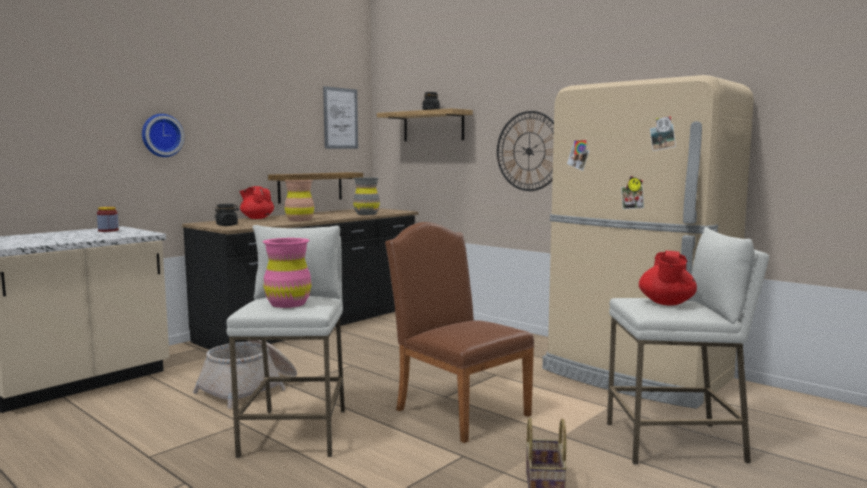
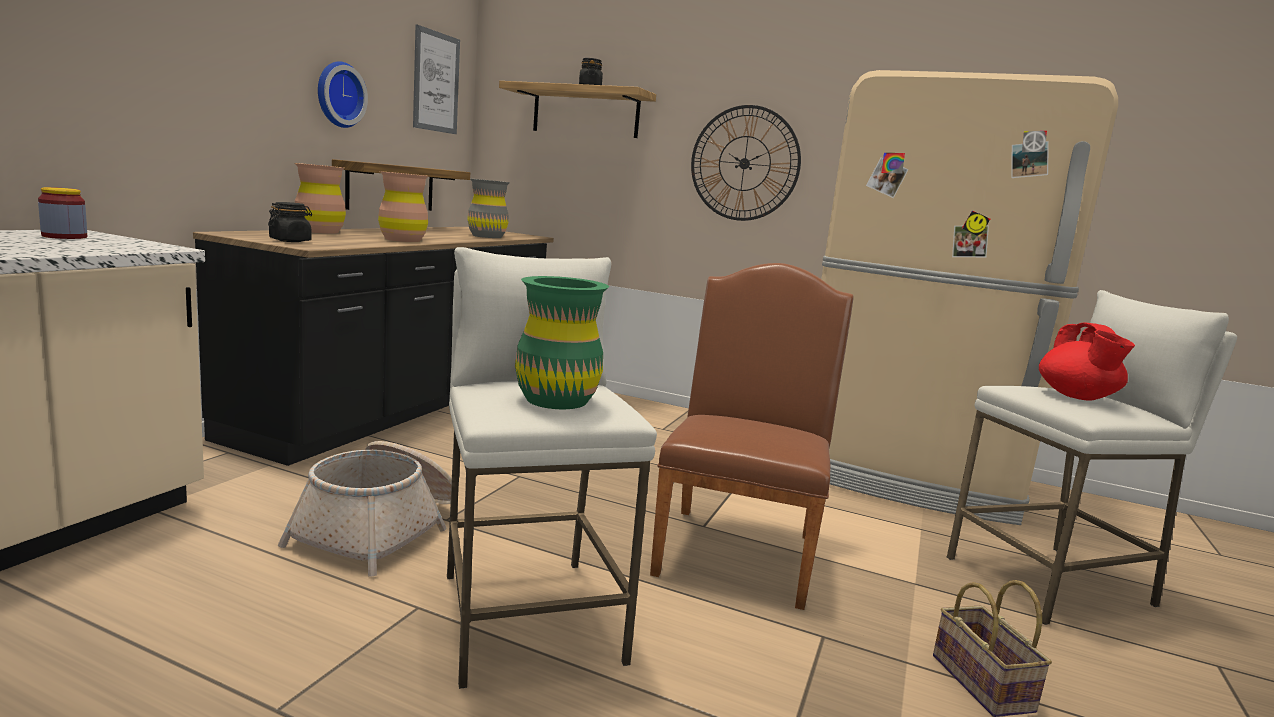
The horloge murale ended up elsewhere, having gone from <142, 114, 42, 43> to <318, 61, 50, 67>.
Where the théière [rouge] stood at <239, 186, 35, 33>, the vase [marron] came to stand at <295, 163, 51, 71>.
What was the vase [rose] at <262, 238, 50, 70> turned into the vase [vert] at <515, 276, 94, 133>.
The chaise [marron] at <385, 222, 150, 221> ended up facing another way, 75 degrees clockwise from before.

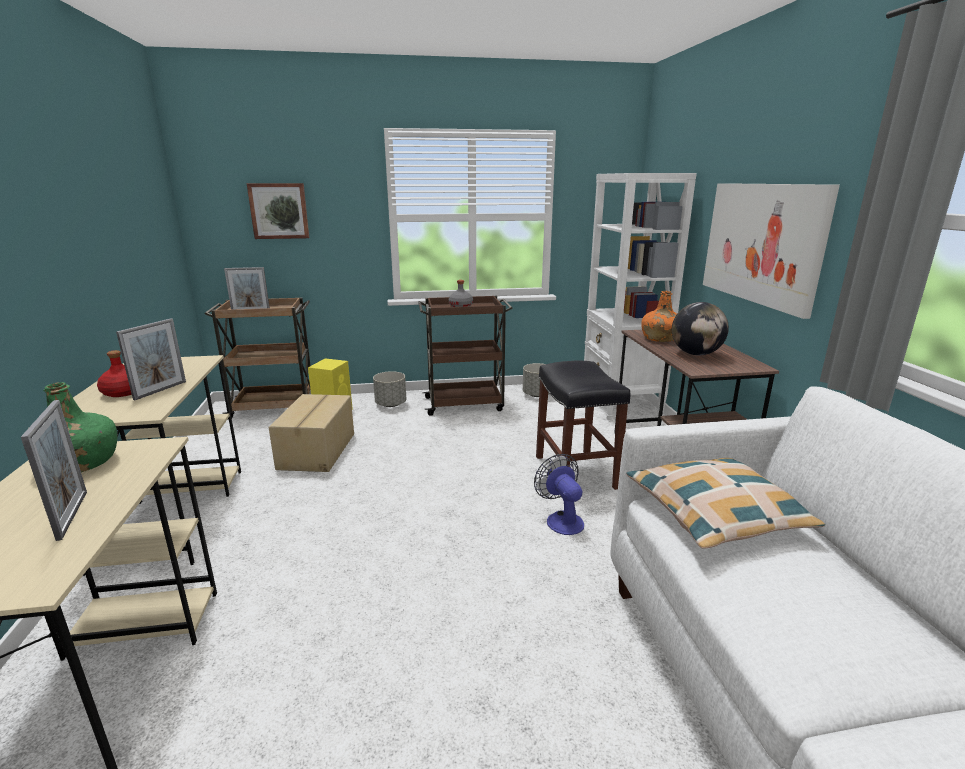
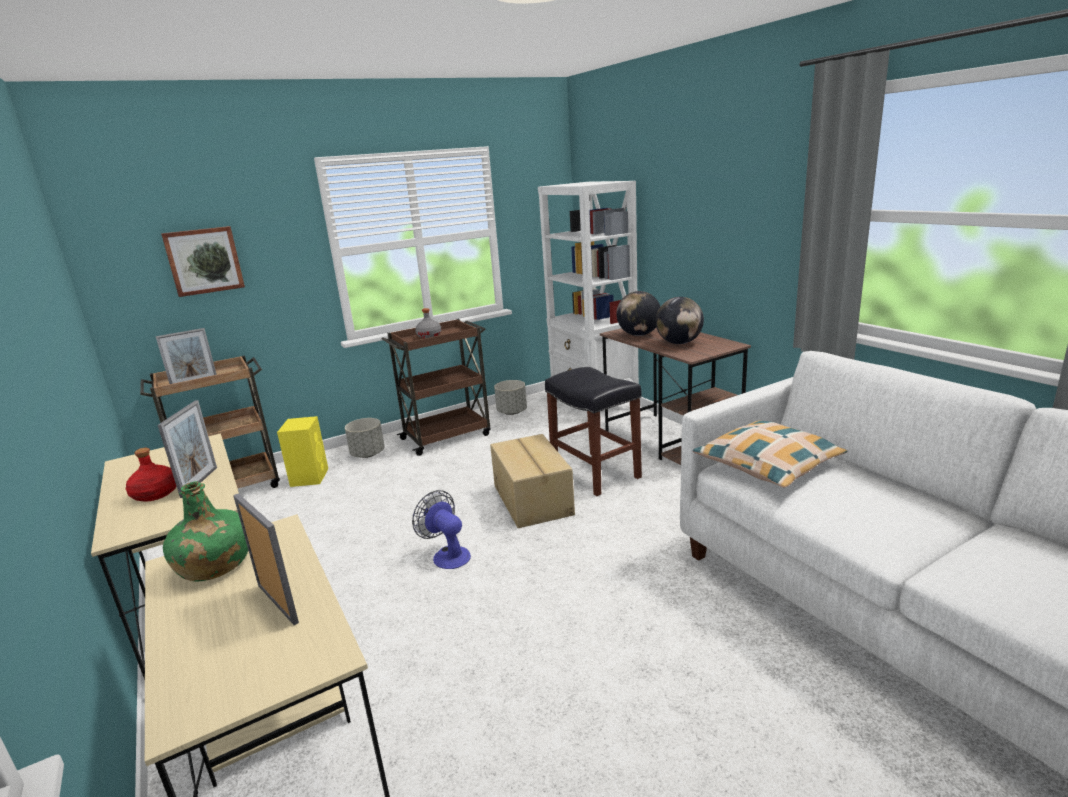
The second view lost the tableau at <703, 183, 137, 136>.
The carton ended up elsewhere, having gone from <269, 394, 85, 78> to <490, 434, 85, 94>.
The ventilateur ended up elsewhere, having gone from <534, 454, 50, 81> to <412, 490, 59, 79>.
Where the bouteille [orange] stood at <641, 291, 36, 51>, the globe came to stand at <616, 291, 44, 45>.

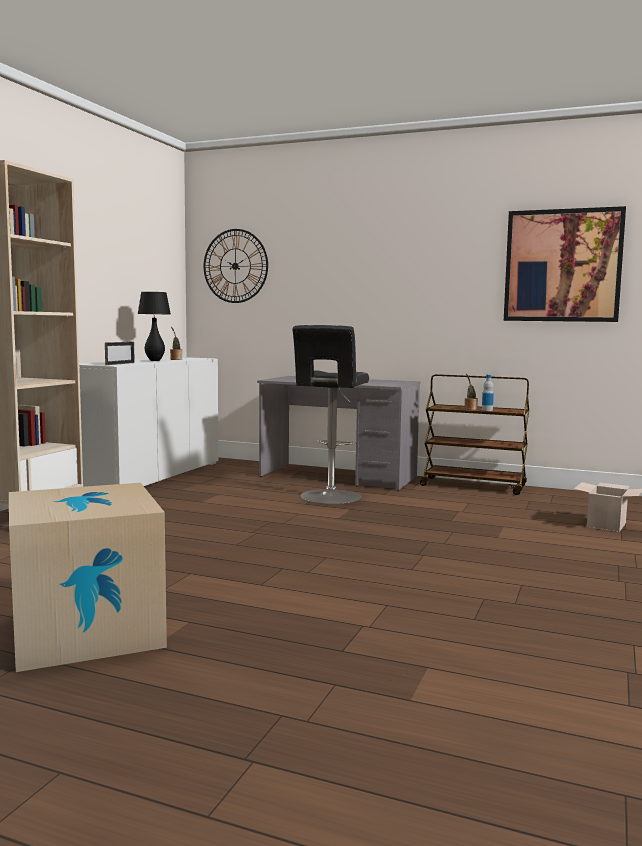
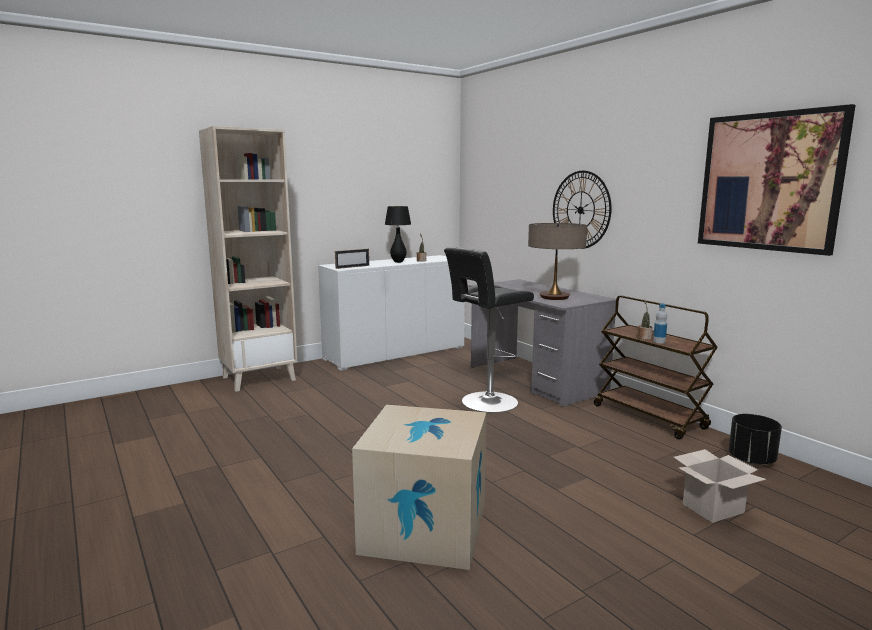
The second view gained the lampe de table at <528, 223, 59, 77>.
The second view gained the cache-pot [noir] at <729, 414, 53, 51>.
The carton ended up elsewhere, having gone from <9, 483, 158, 189> to <352, 405, 134, 165>.
The horloge murale ended up elsewhere, having gone from <204, 229, 64, 74> to <553, 171, 59, 78>.

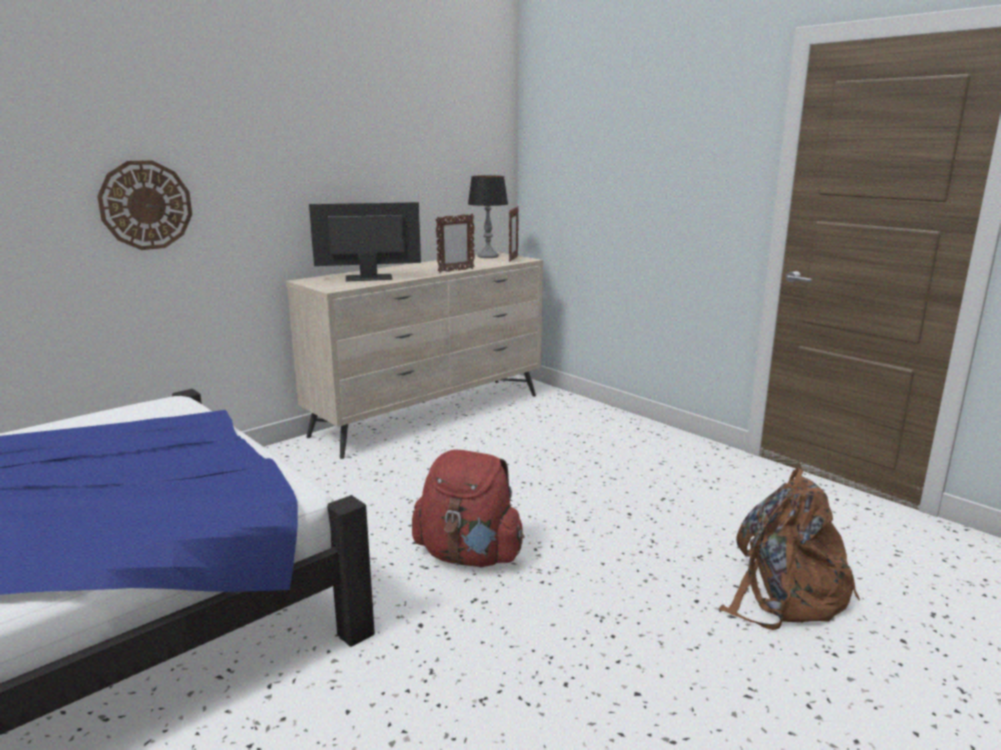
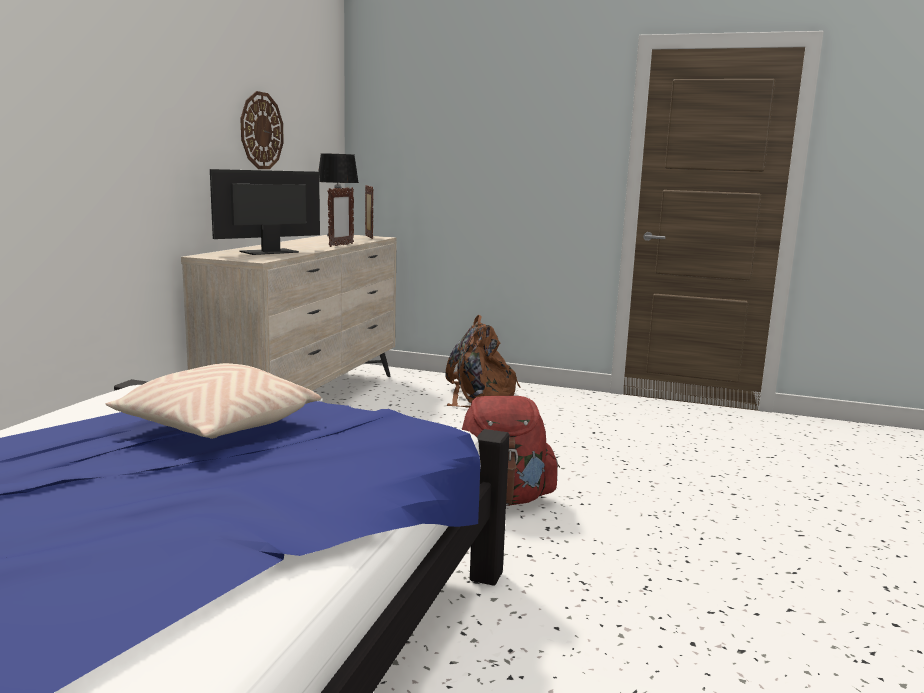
The second view gained the coussin [beige] at <105, 363, 216, 76>.
The horloge murale ended up elsewhere, having gone from <97, 160, 95, 90> to <240, 91, 44, 78>.
The sac à dos [marron] ended up elsewhere, having gone from <719, 468, 141, 162> to <446, 315, 75, 93>.

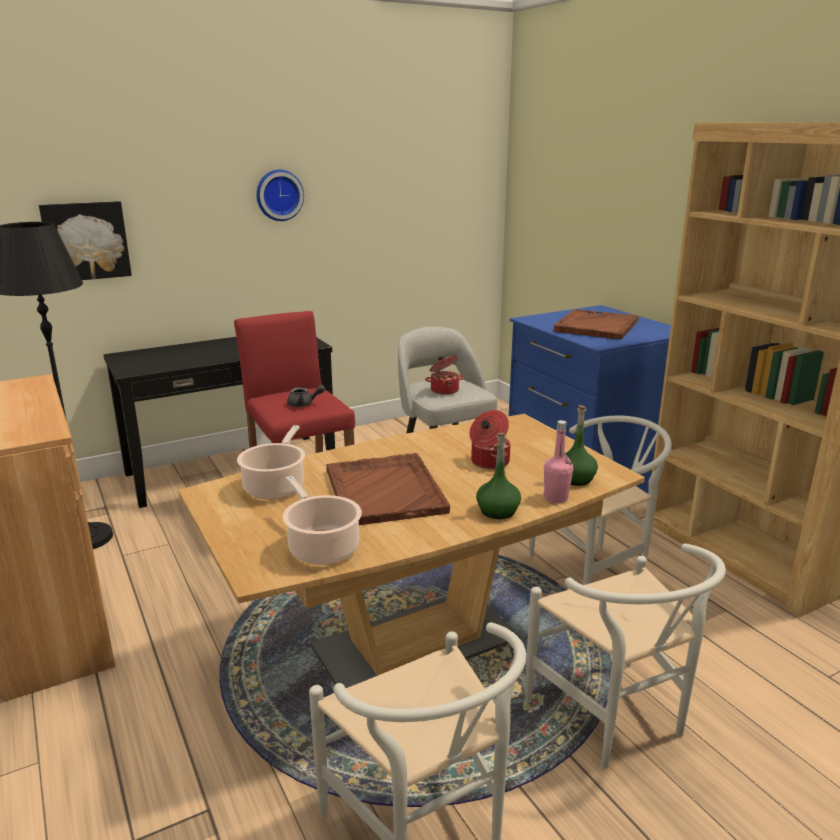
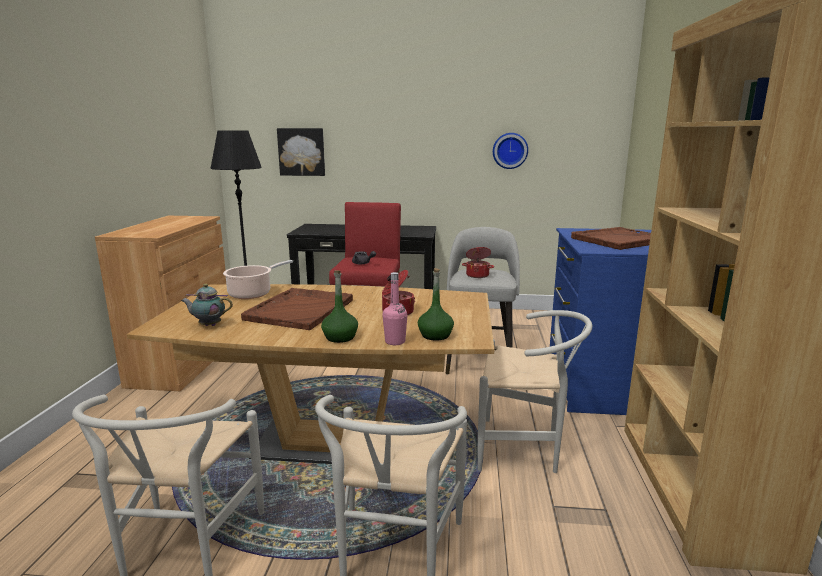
The horloge murale ended up elsewhere, having gone from <256, 170, 48, 51> to <493, 133, 35, 36>.
Where the marmite stood at <283, 476, 79, 89>, the théière came to stand at <181, 284, 52, 42>.

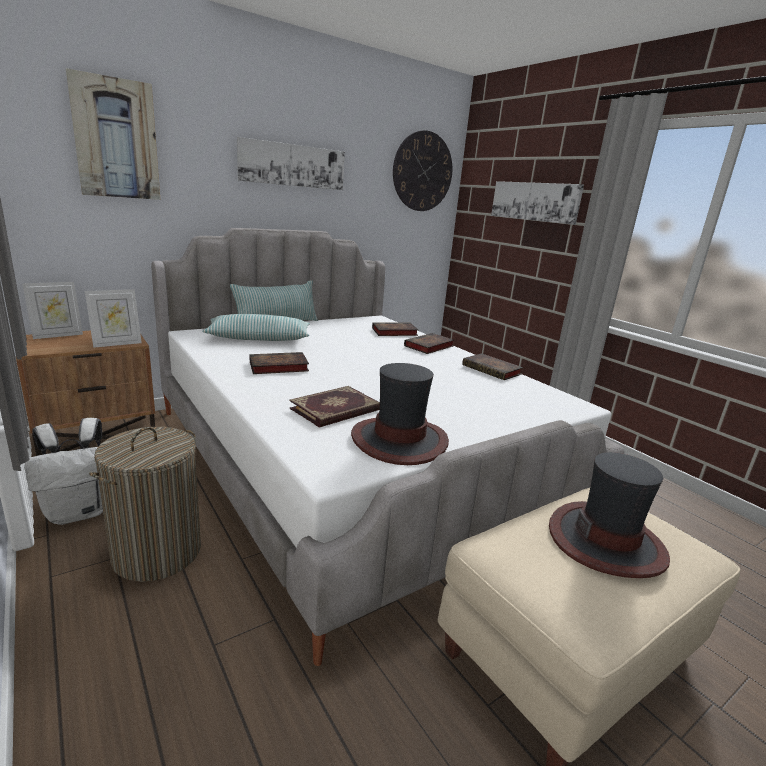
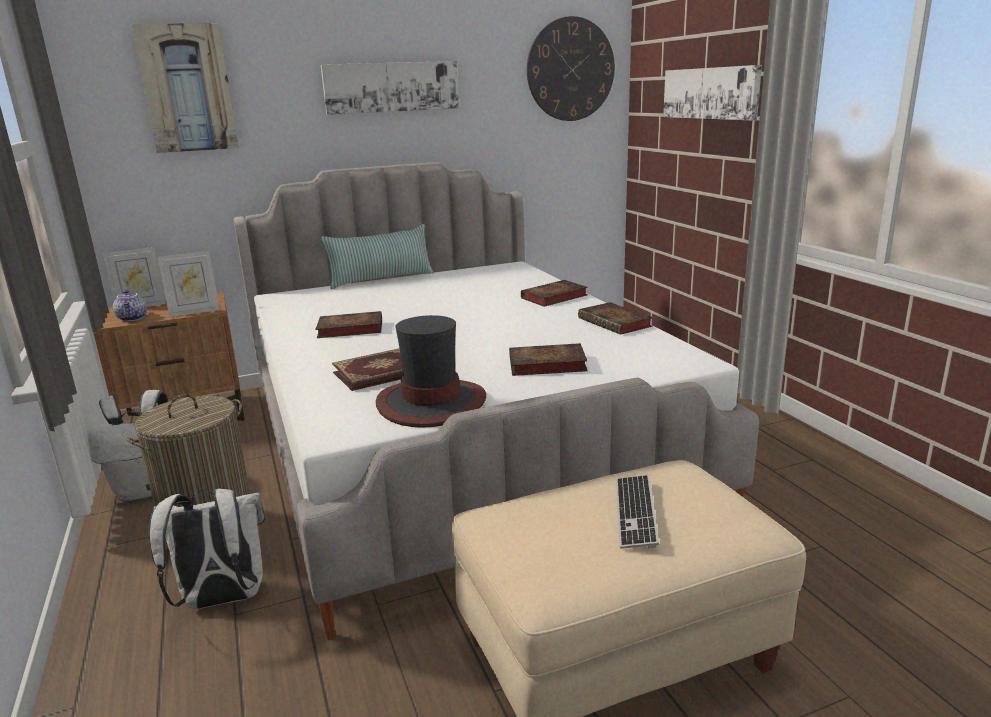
The second view lost the coussin at <202, 314, 108, 27>.
The second view gained the théière at <113, 290, 34, 32>.
The second view gained the sac à dos [blanc] at <149, 489, 116, 120>.
The livre ended up elsewhere, having gone from <372, 323, 46, 13> to <509, 343, 79, 33>.
Where the chapeau stood at <549, 452, 121, 126>, the clavier came to stand at <616, 475, 43, 74>.

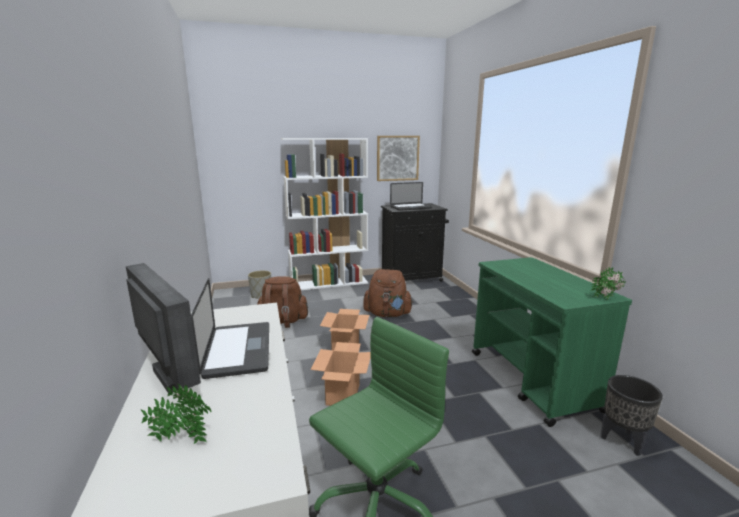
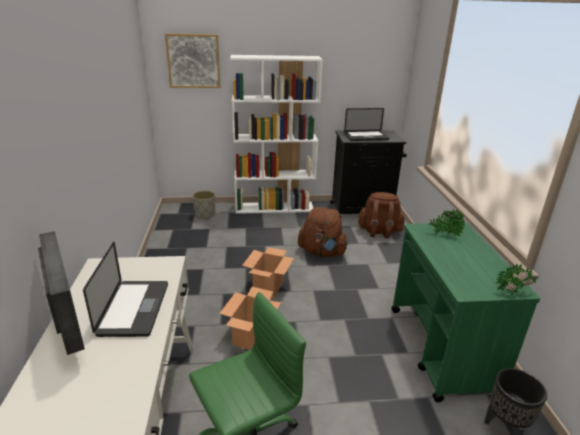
The plante en pot ended up elsewhere, having gone from <141, 384, 70, 60> to <429, 209, 36, 28>.
The sac à dos [marron] ended up elsewhere, having gone from <257, 276, 51, 52> to <357, 192, 48, 46>.
The tableau ended up elsewhere, having gone from <377, 136, 43, 45> to <165, 33, 55, 55>.

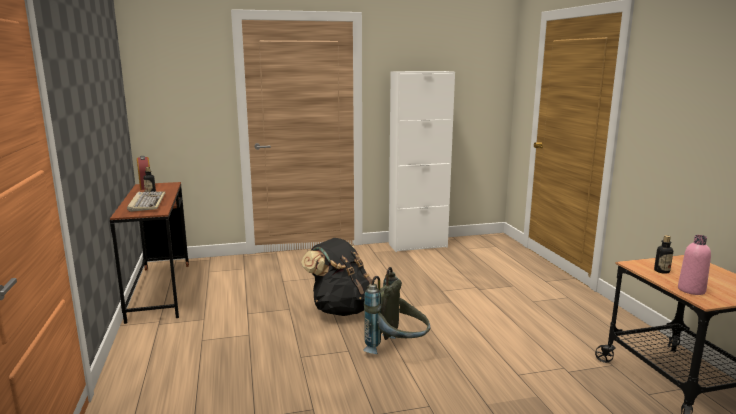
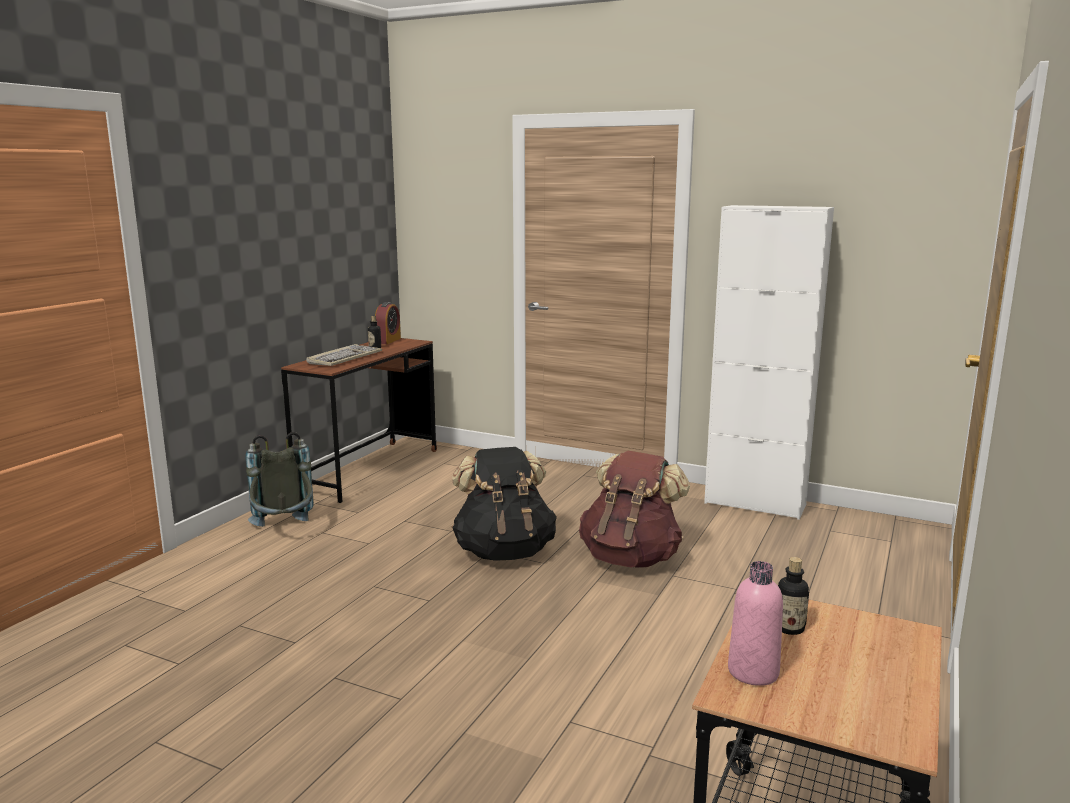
The second view gained the sac à dos [marron] at <579, 451, 111, 117>.
The sac à dos [gris] ended up elsewhere, having gone from <363, 267, 67, 87> to <245, 432, 69, 95>.

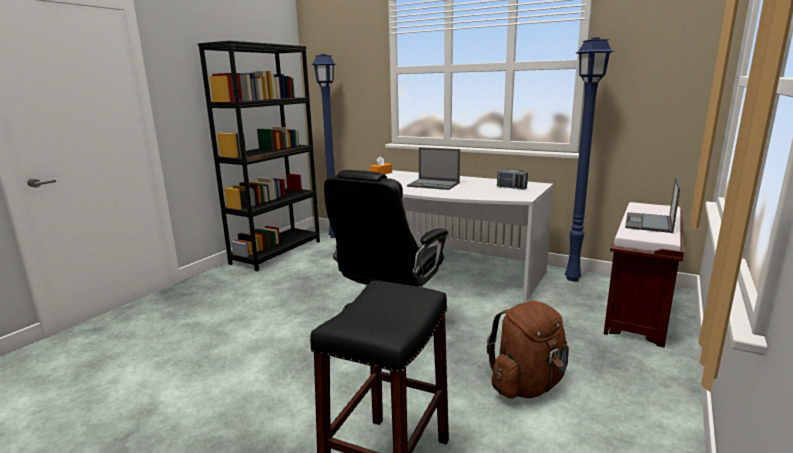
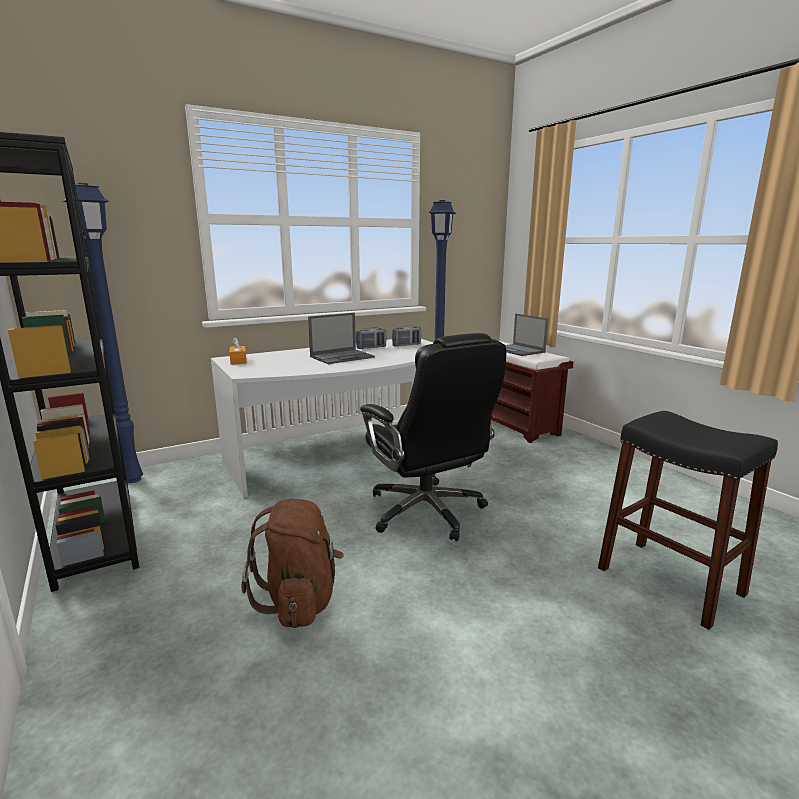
The second view gained the radio at <356, 327, 30, 22>.
The sac à dos [marron] ended up elsewhere, having gone from <487, 301, 82, 98> to <242, 499, 102, 129>.

